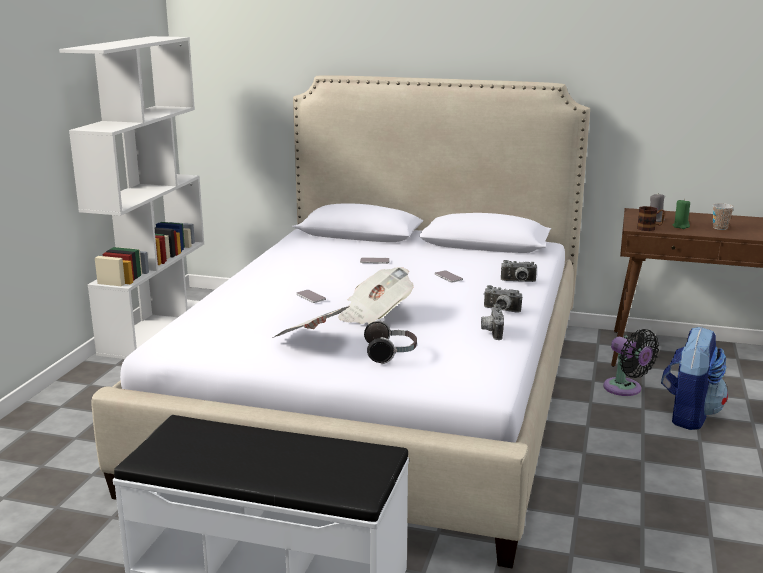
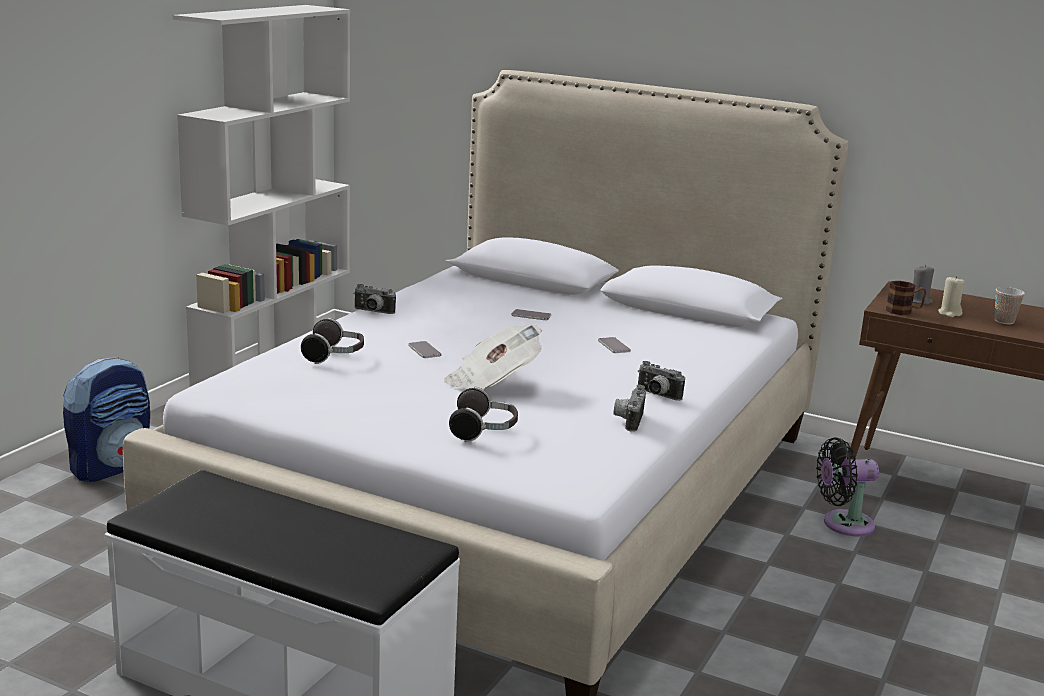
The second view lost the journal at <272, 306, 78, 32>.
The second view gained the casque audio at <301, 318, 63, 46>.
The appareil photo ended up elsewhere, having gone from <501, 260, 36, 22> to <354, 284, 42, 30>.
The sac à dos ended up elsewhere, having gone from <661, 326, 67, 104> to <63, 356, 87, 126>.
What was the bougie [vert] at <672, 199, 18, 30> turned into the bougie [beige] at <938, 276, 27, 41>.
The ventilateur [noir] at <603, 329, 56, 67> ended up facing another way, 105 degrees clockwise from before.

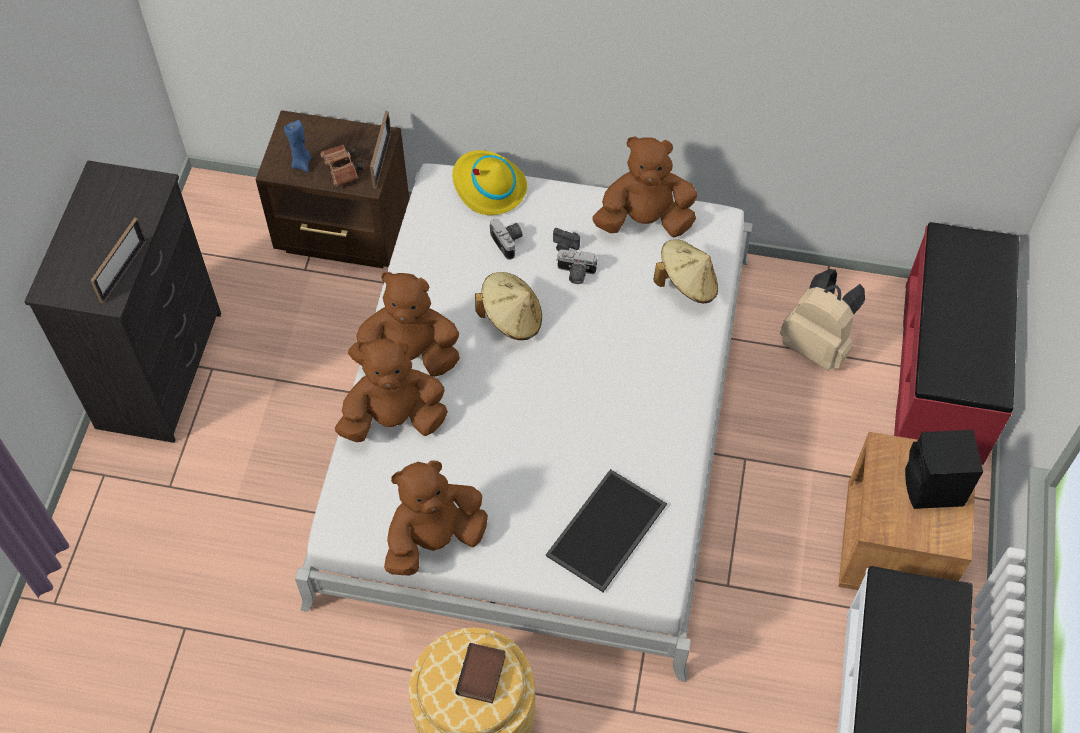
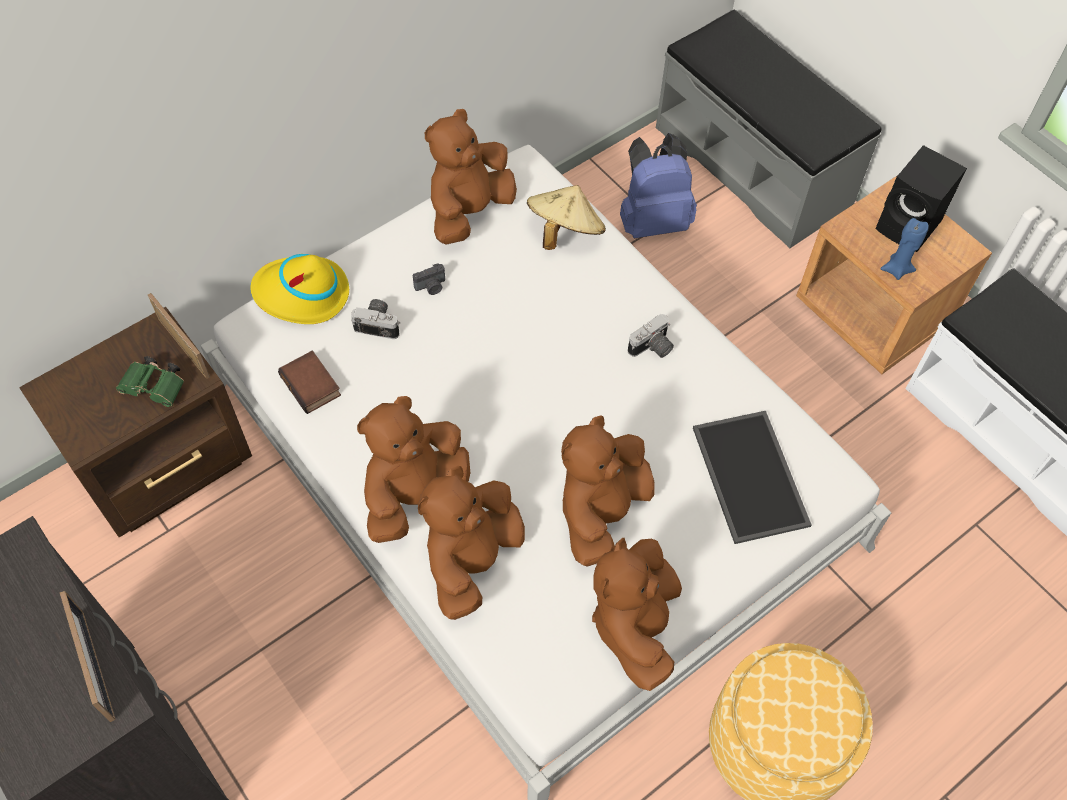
The second view lost the chapeau [beige] at <475, 272, 67, 68>.
The second view gained the peluche [marron] at <561, 415, 93, 152>.
The bougie [bleu] ended up elsewhere, having gone from <284, 120, 28, 52> to <880, 218, 49, 62>.
The livre ended up elsewhere, having gone from <455, 643, 51, 60> to <278, 351, 63, 63>.
The appareil photo ended up elsewhere, having gone from <556, 249, 41, 35> to <628, 314, 46, 44>.
What was the jumelles [marron] at <320, 145, 44, 42> turned into the jumelles [vert] at <116, 356, 68, 51>.
What was the sac à dos [beige] at <780, 269, 85, 102> turned into the sac à dos [bleu] at <620, 133, 77, 105>.
What was the banc [rouge] at <894, 222, 125, 243> turned into the banc [gris] at <656, 9, 226, 239>.

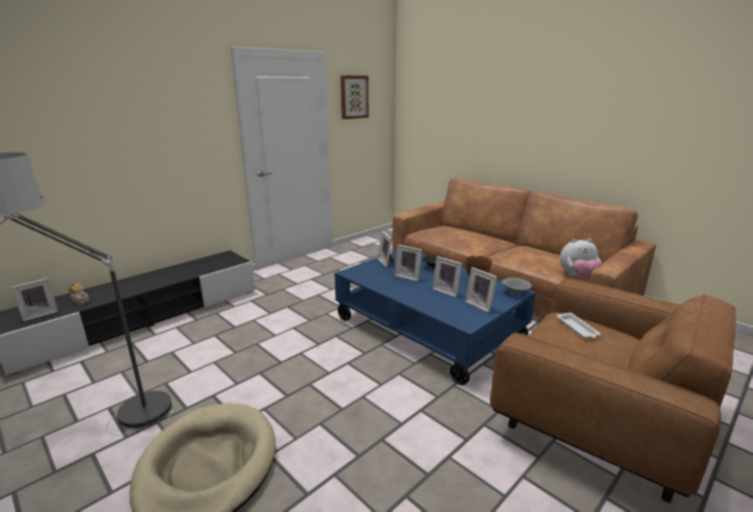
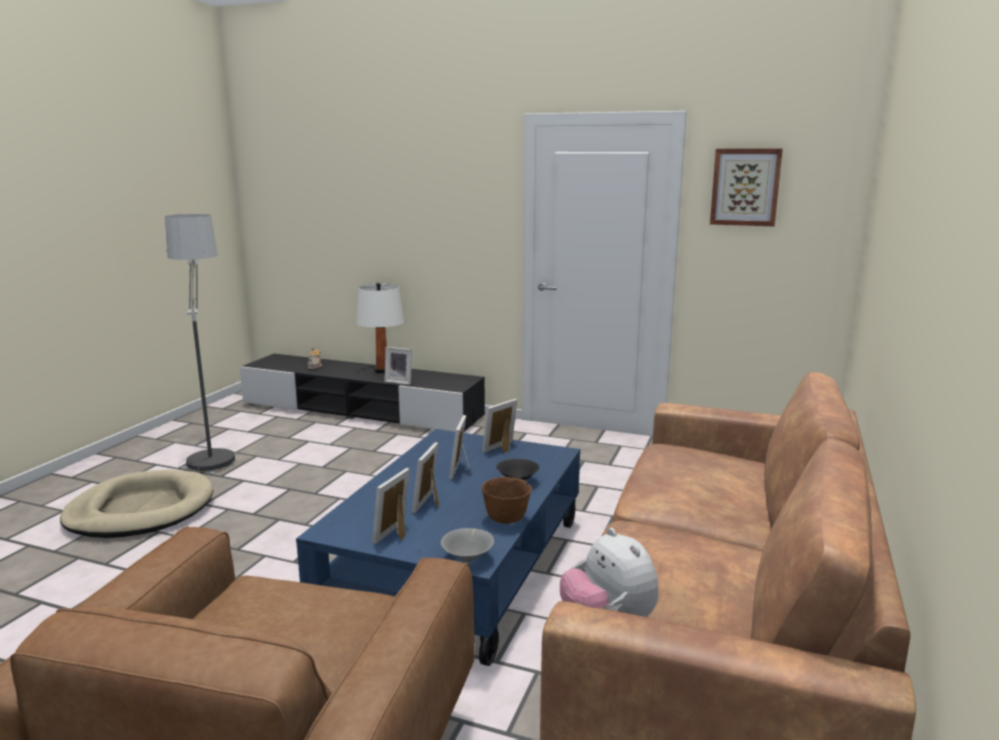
The second view lost the plateau [blanc] at <556, 312, 45, 26>.
The second view gained the lampe de table [blanc] at <356, 283, 48, 90>.
The cadre photo ended up elsewhere, having gone from <11, 278, 47, 44> to <384, 347, 28, 38>.

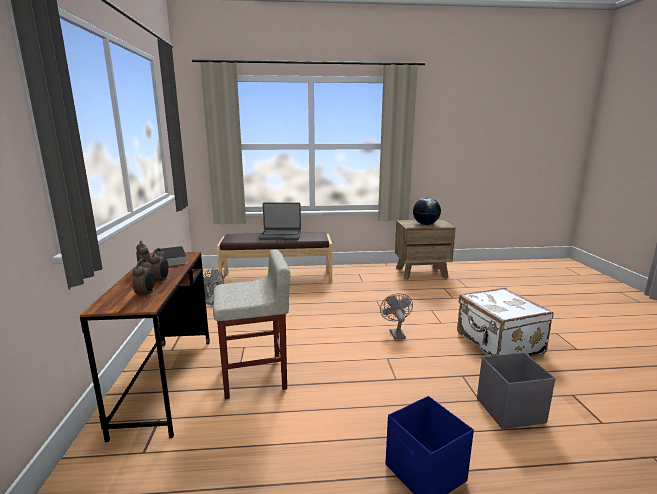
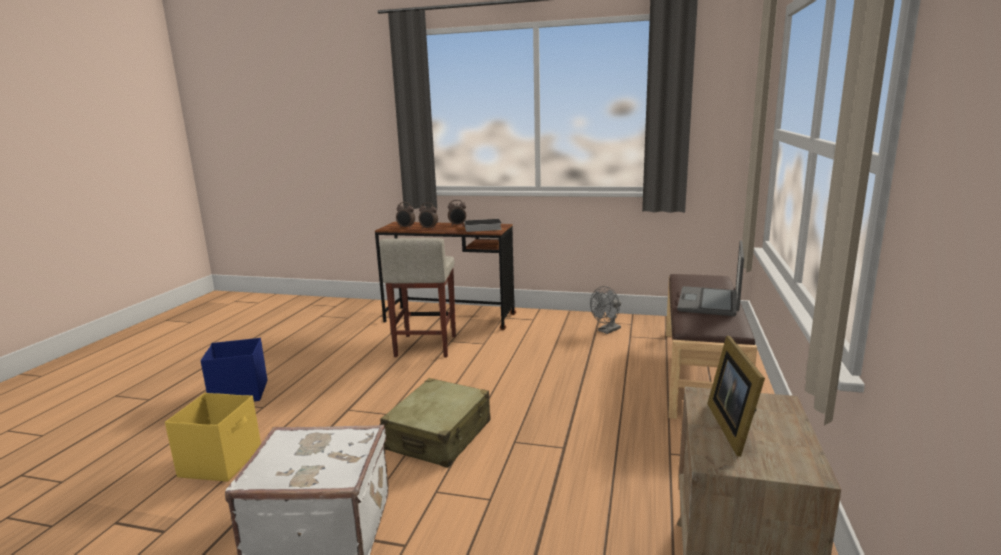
Where the ventilateur [gris] stood at <380, 293, 33, 47>, the valise [beige] came to stand at <380, 378, 110, 90>.
Where the globe stood at <413, 197, 28, 28>, the cadre photo came to stand at <707, 336, 58, 121>.
What was the boîte de rangement [gris] at <477, 352, 78, 77> turned into the boîte de rangement [jaune] at <165, 393, 96, 89>.

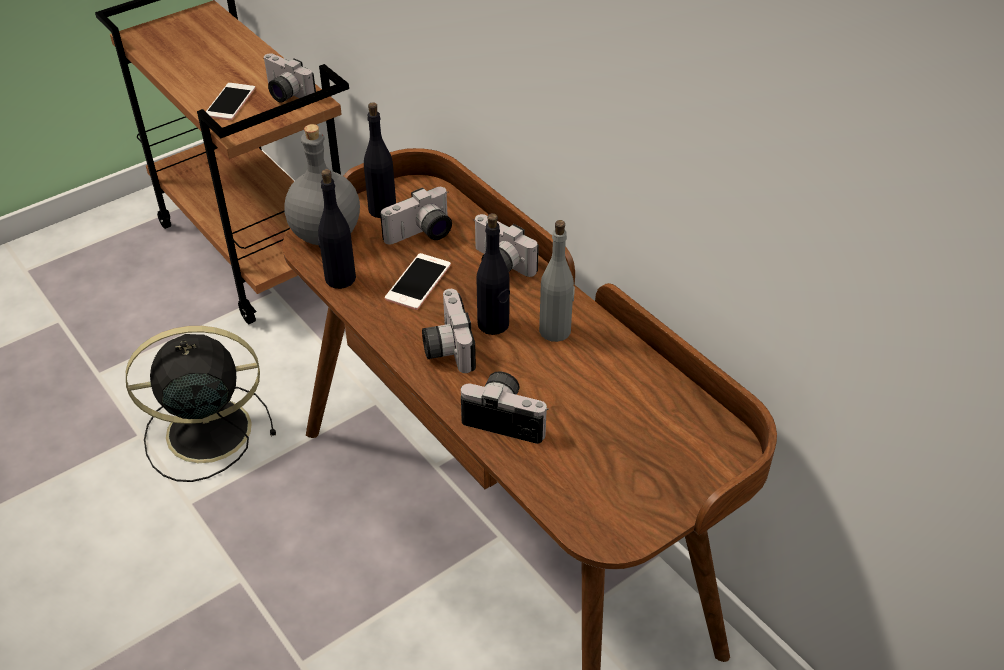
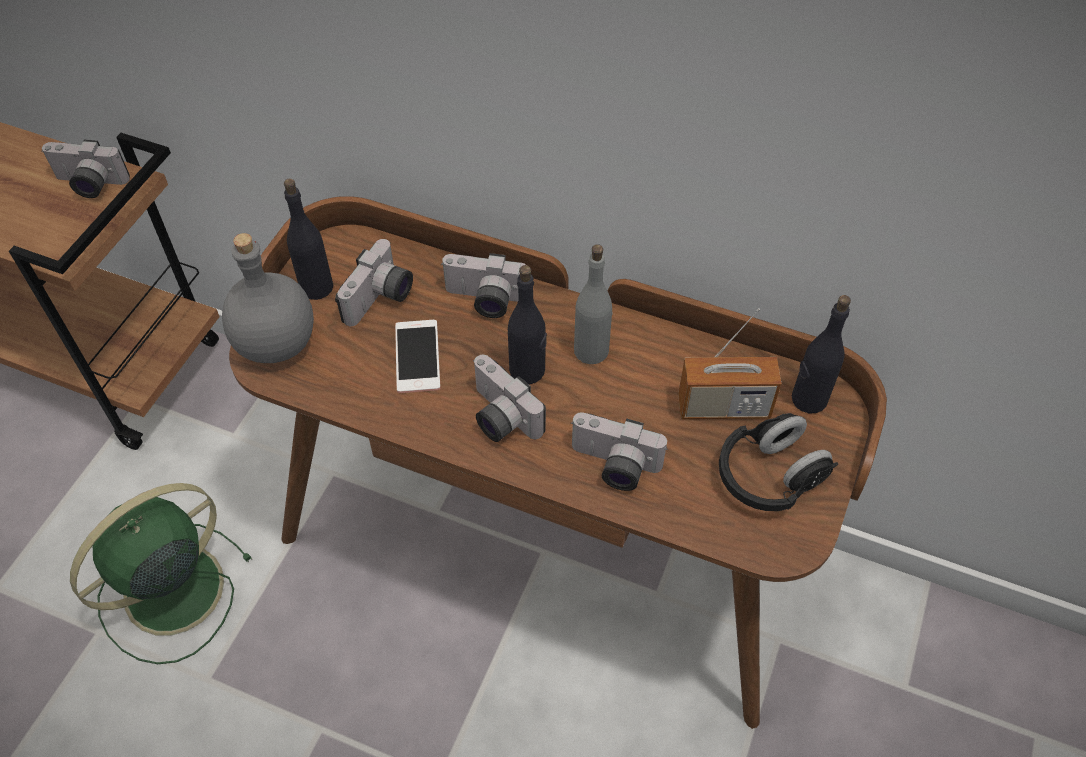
The second view lost the téléphone at <206, 83, 50, 37>.
The second view gained the radio at <678, 308, 103, 111>.
The second view gained the casque audio [noir] at <719, 413, 119, 98>.
The bouteille [noir] ended up elsewhere, having gone from <318, 169, 38, 120> to <792, 295, 59, 118>.
What was the ventilateur [noir] at <126, 326, 150, 156> turned into the ventilateur [vert] at <70, 483, 182, 181>.
The appareil photo at <461, 371, 88, 73> ended up facing another way, 150 degrees counterclockwise from before.

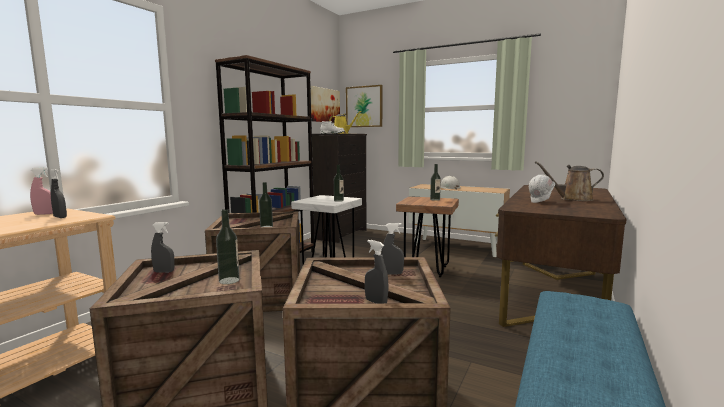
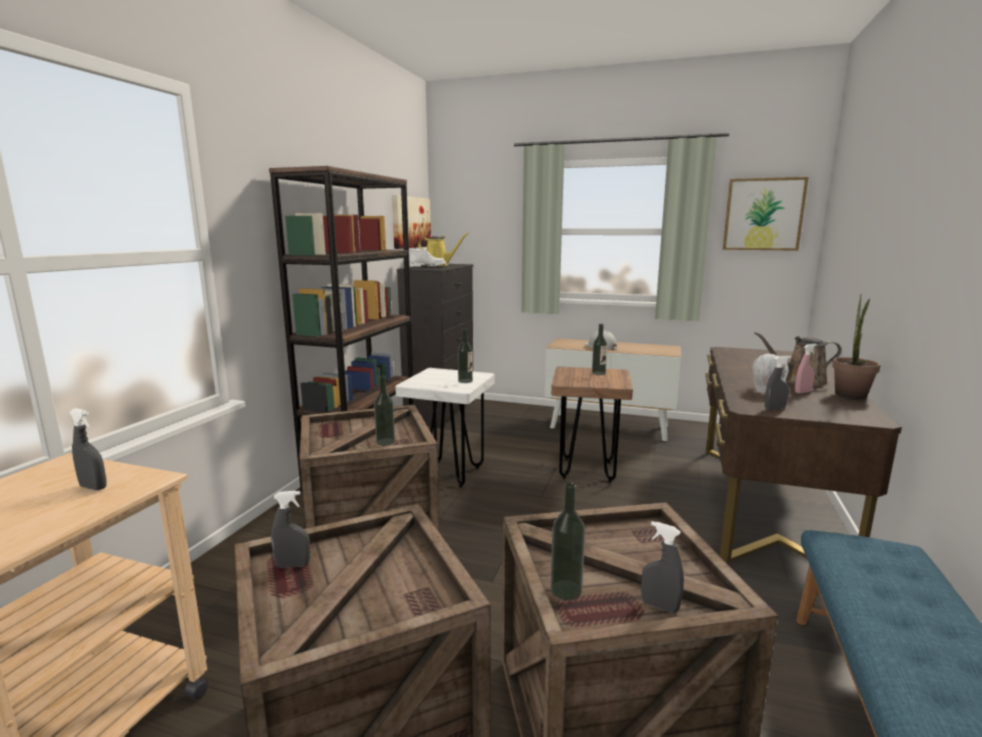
The second view gained the plante en pot at <832, 294, 48, 105>.
The vaporisateur [rose] ended up elsewhere, having gone from <30, 167, 23, 48> to <795, 344, 22, 49>.
The bouteille ended up elsewhere, having gone from <216, 209, 24, 75> to <550, 482, 35, 118>.
The tableau ended up elsewhere, having gone from <346, 85, 36, 42> to <723, 177, 85, 74>.
The vaporisateur [gris] ended up elsewhere, having gone from <381, 223, 23, 52> to <765, 356, 26, 54>.

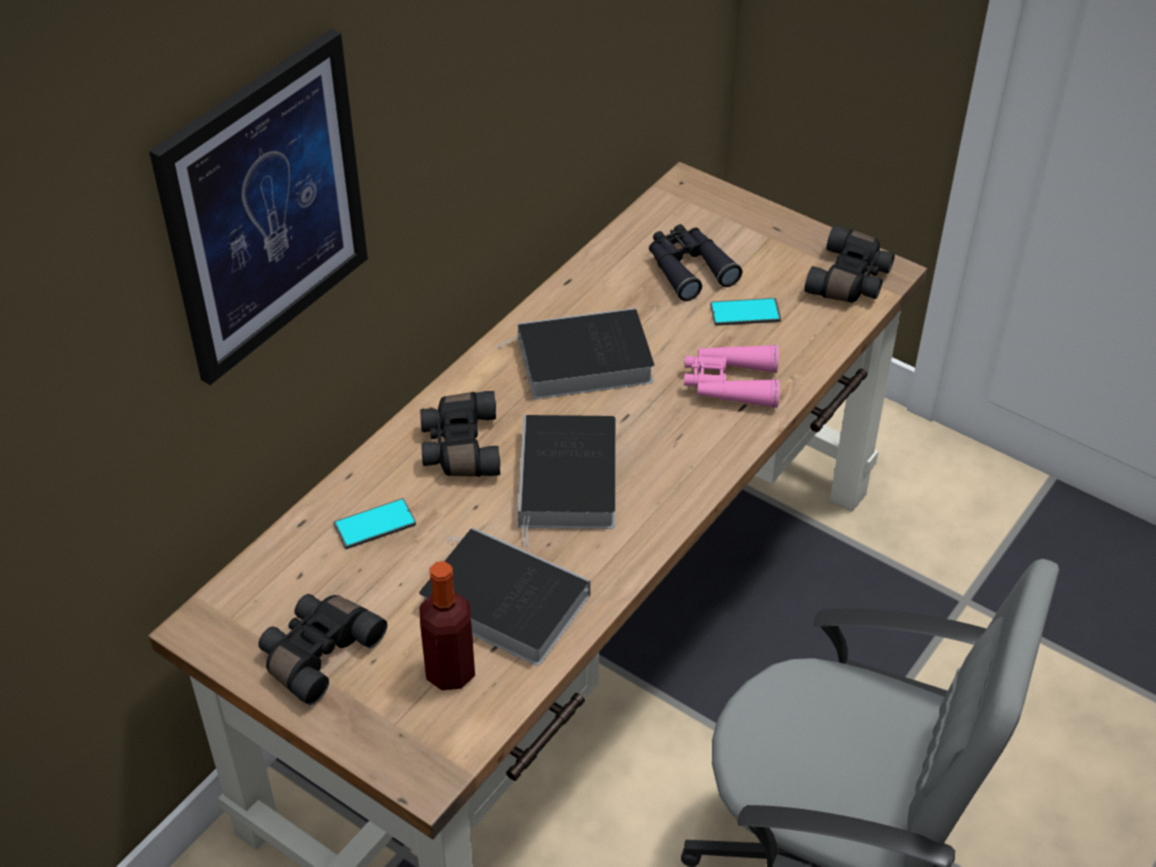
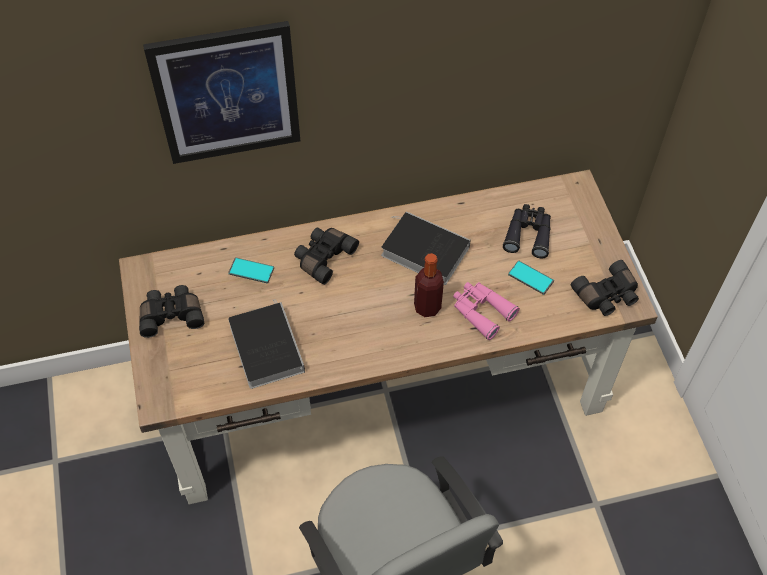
The second view lost the livre at <518, 415, 98, 133>.
The bouteille ended up elsewhere, having gone from <419, 561, 56, 129> to <414, 253, 30, 64>.

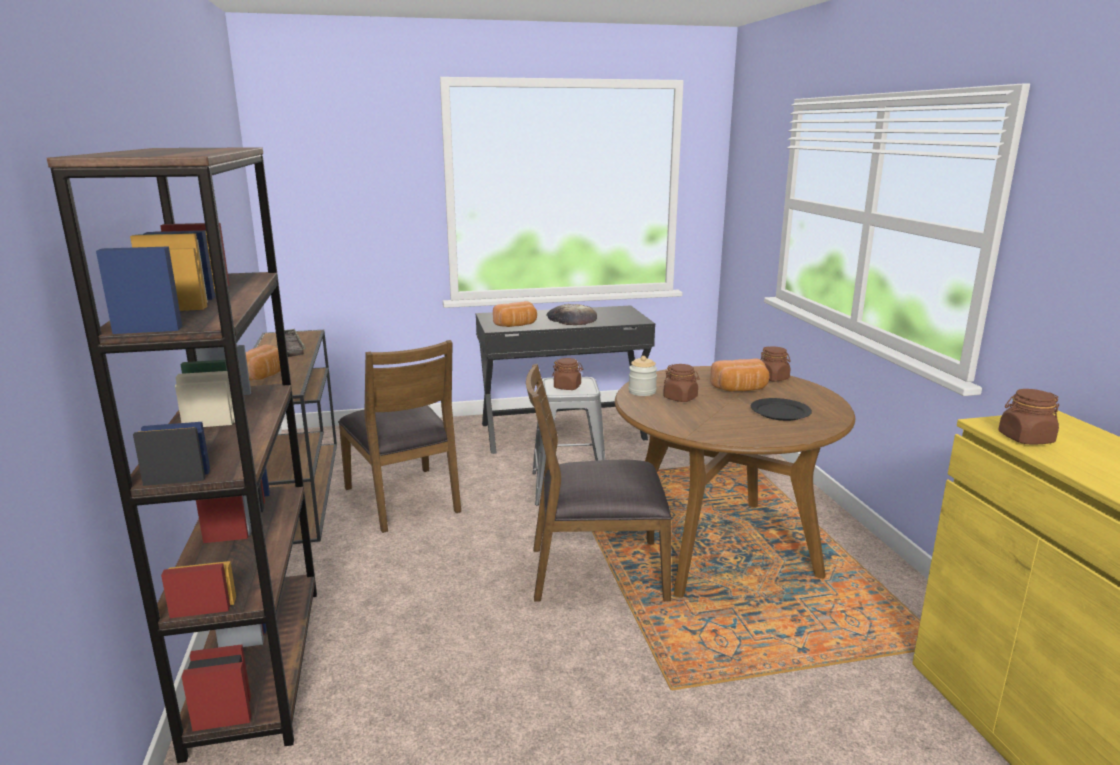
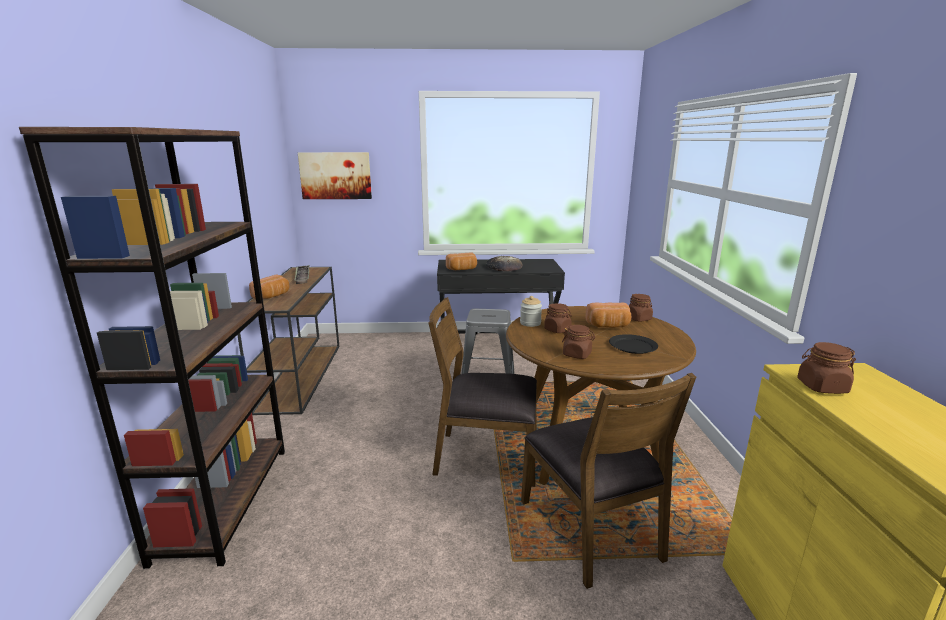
The second view gained the tableau at <298, 152, 74, 47>.
The chaise [marron] ended up elsewhere, having gone from <338, 340, 123, 193> to <521, 373, 175, 216>.
The bocal [marron] ended up elsewhere, having gone from <552, 358, 31, 32> to <562, 325, 33, 34>.

